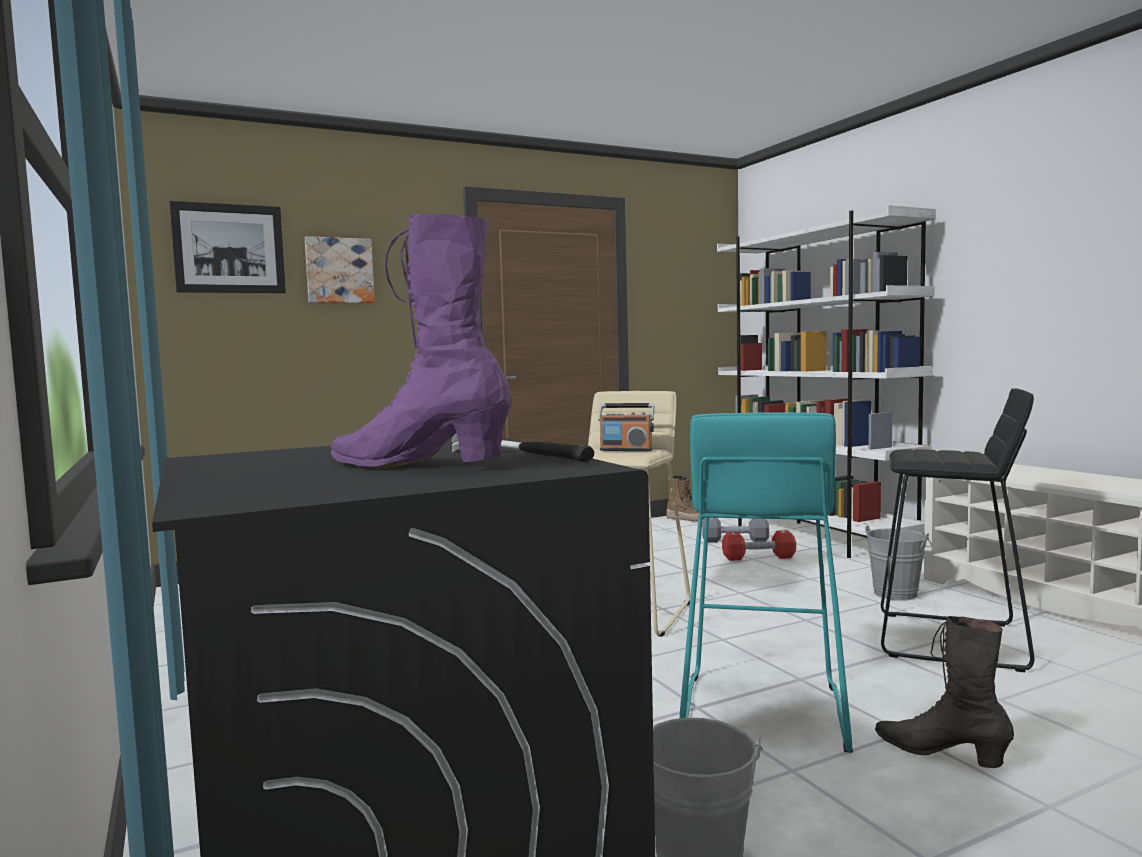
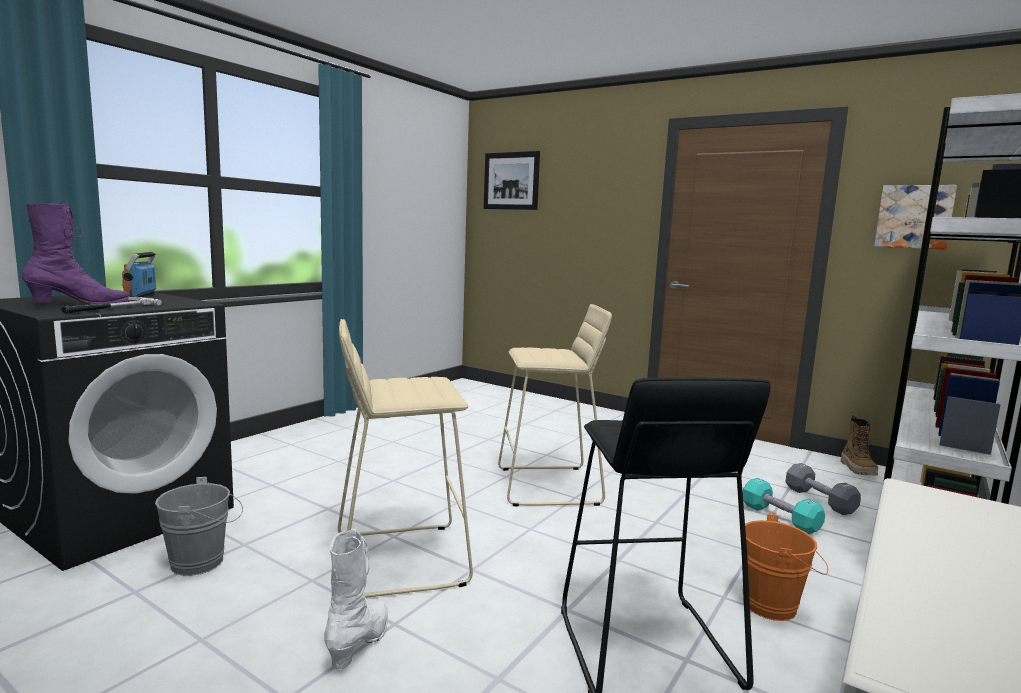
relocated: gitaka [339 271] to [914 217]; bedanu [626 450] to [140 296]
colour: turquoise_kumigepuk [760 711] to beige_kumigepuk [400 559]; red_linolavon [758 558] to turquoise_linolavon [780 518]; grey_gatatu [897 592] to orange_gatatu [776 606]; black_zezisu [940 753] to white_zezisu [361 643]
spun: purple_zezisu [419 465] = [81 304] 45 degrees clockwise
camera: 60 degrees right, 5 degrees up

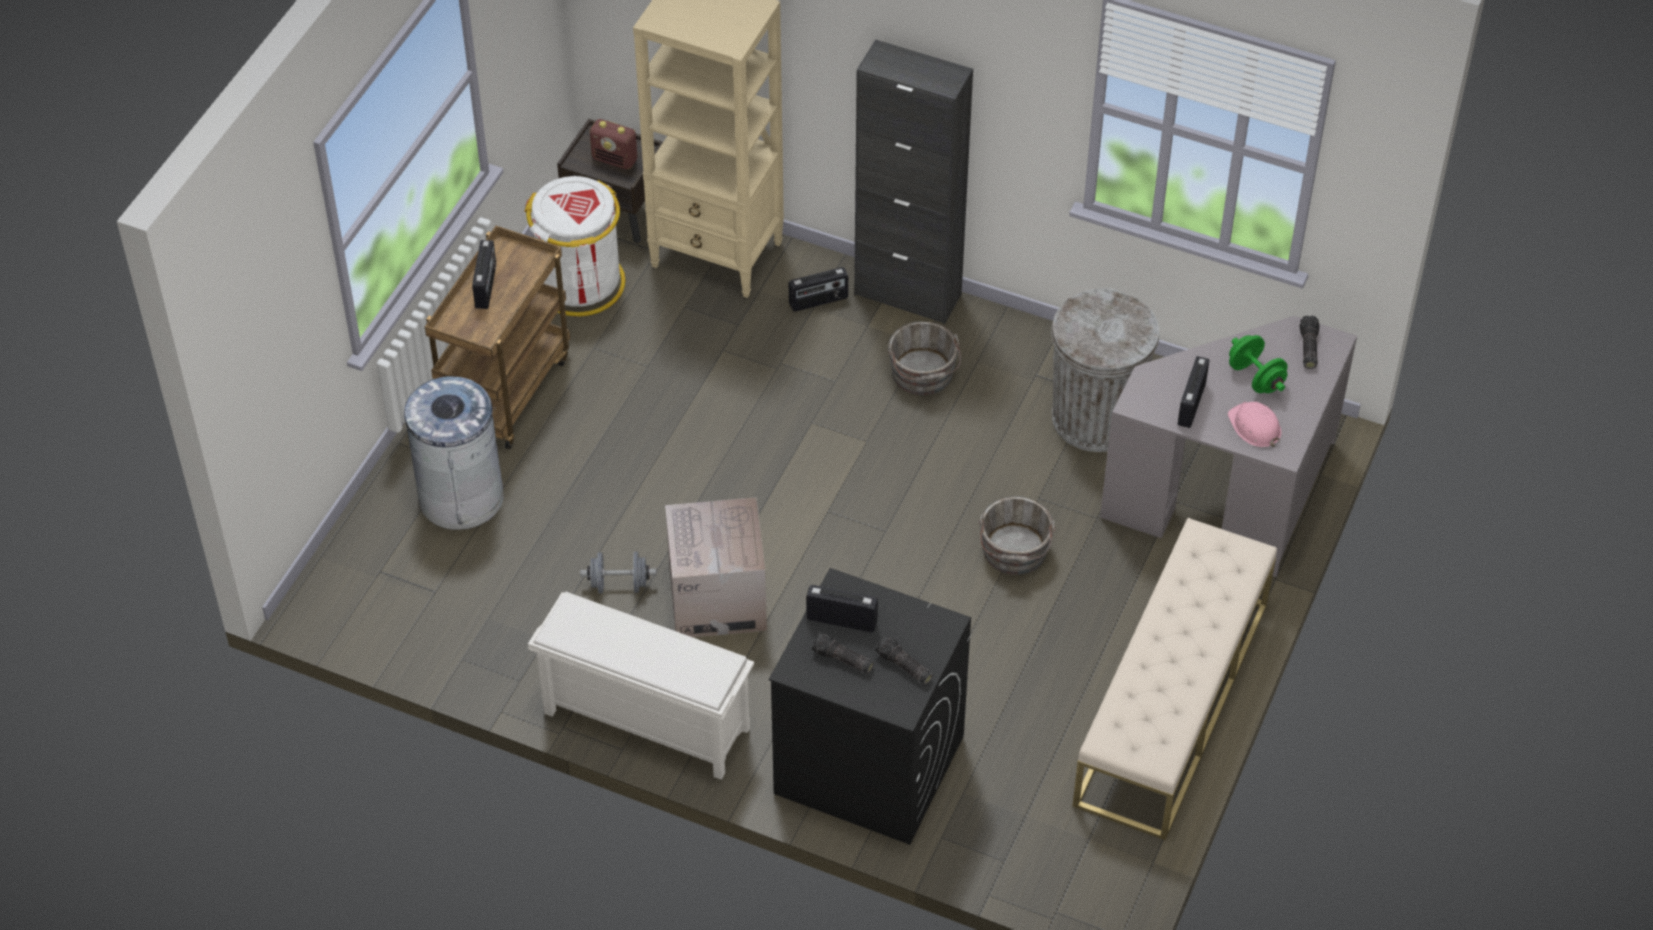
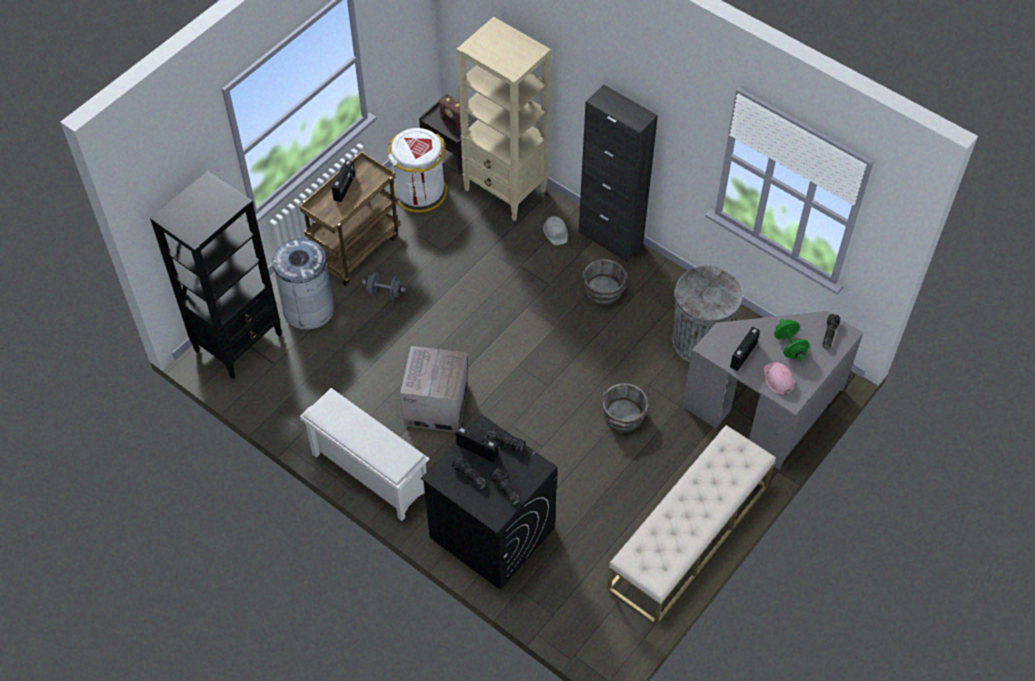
appeared: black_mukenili [239 342]; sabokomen [506 443]
relocated: grey_linolavon [619 584] to [384 293]
exchanged: bedanu [818 301] to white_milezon [556 232]
camera: 15 degrees right, 5 degrees up

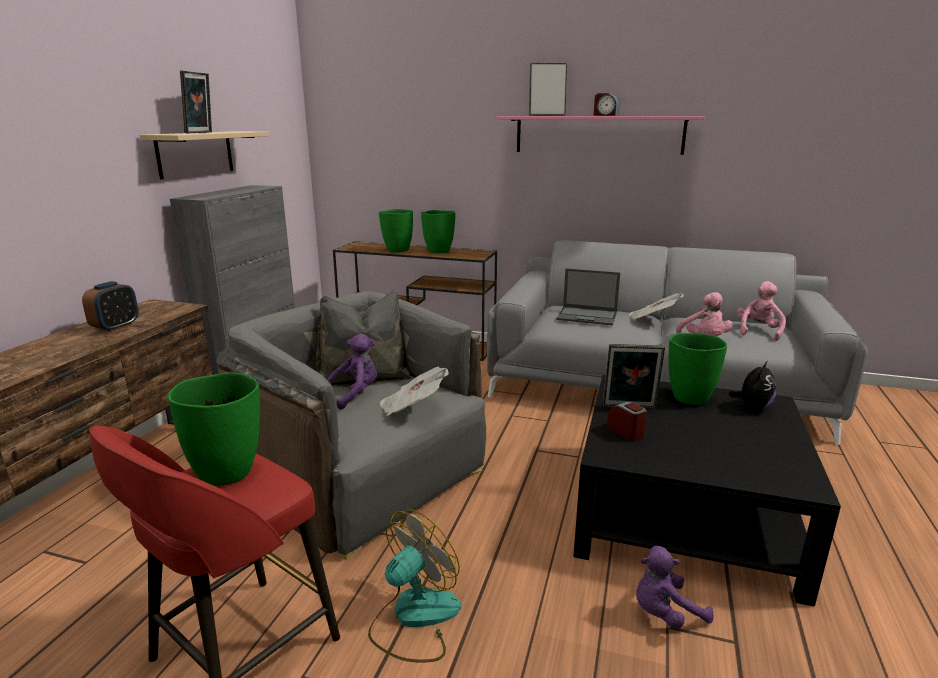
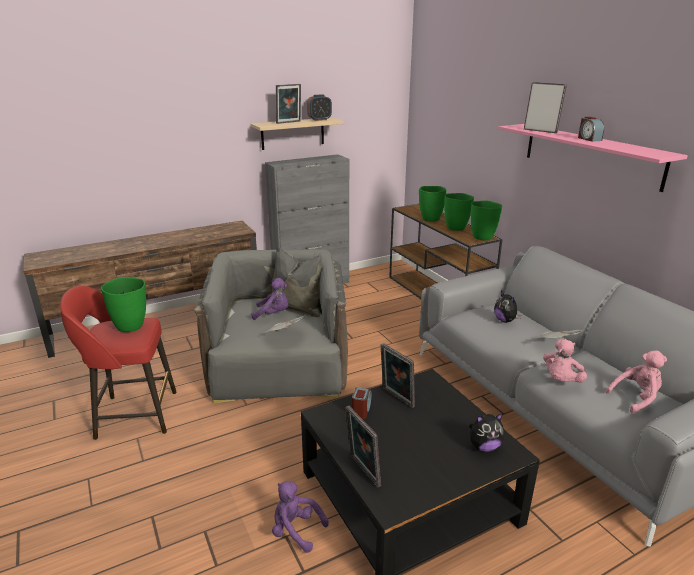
missing: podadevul [414 618]
appeared: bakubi [362 472]
relocated: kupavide [116 327] to [319 119]; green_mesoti [689 398] to [482 237]
exchanged: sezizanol [587 316] to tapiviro [505 320]
camera: 45 degrees right, 5 degrees up

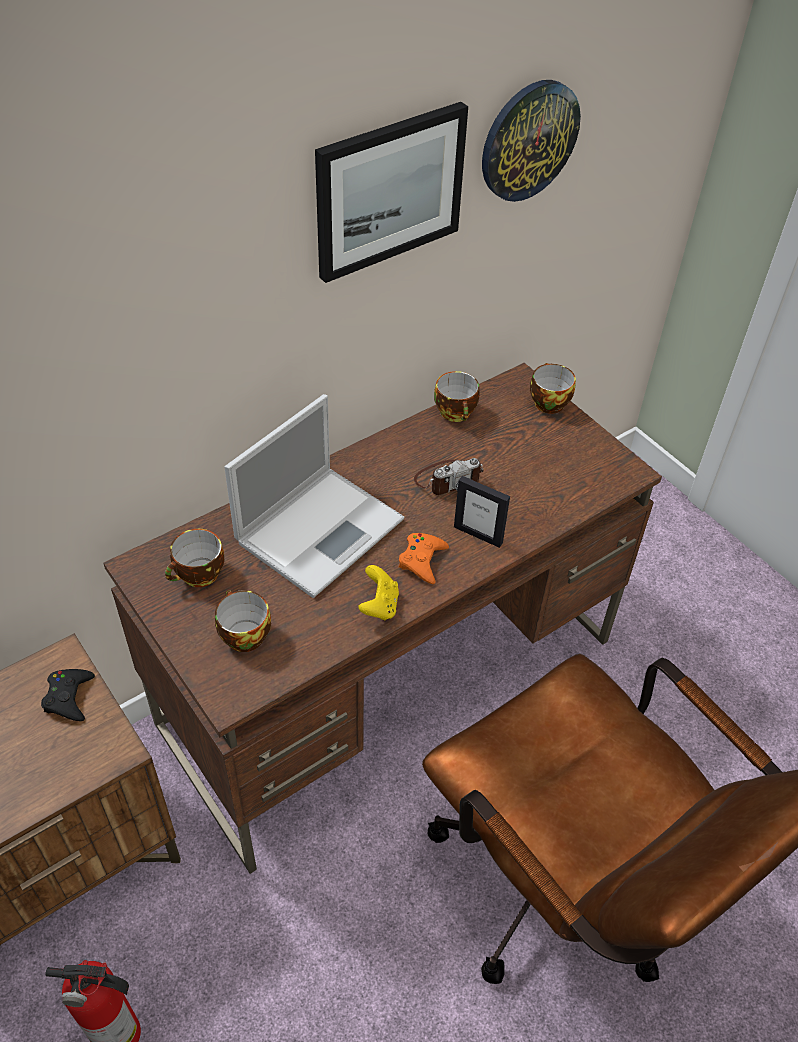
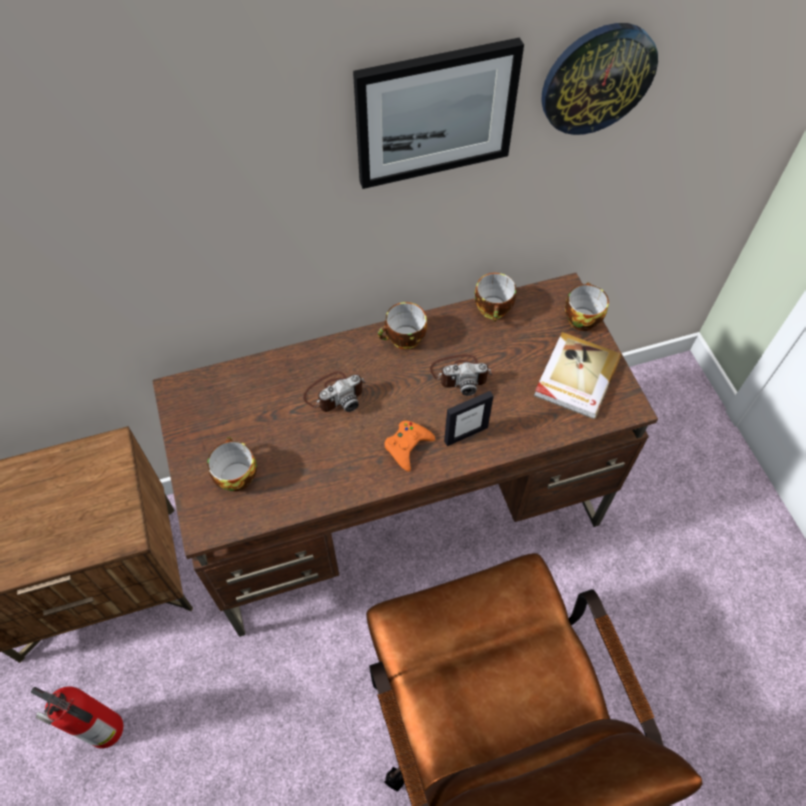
missing: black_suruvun [69 697]; yellow_suruvun [379 605]
appeared: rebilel [575 377]
relocated: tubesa [199 576] to [404 339]
exchanged: sezizanol [321 528] to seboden [335 394]
spun: bakubi [478 534] = [465 434] 75 degrees counterclockwise
camera: 20 degrees right, 10 degrees up

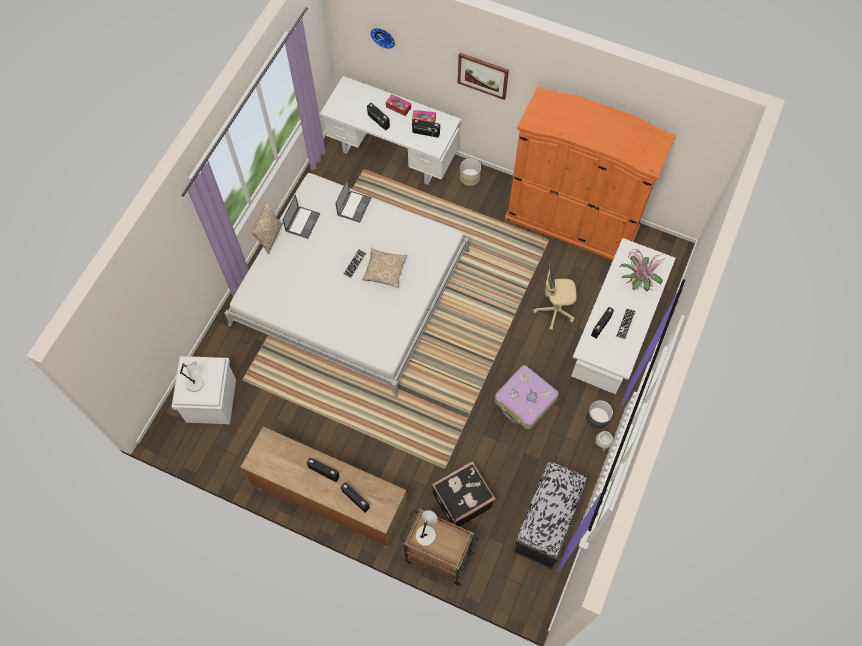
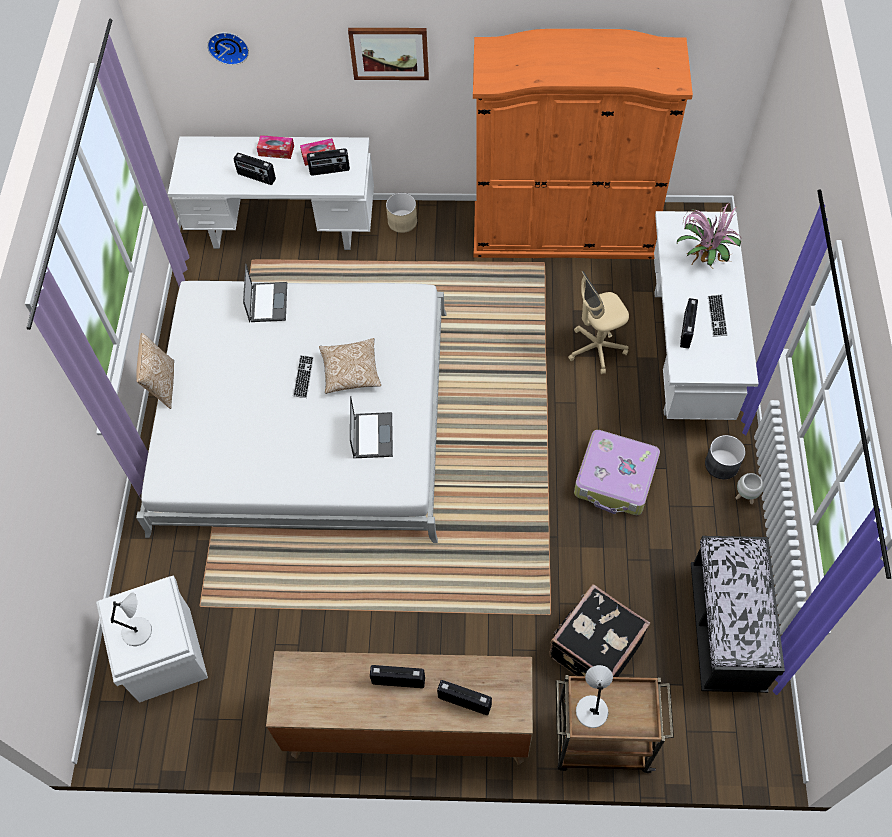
relocated: sezizanol [302 222] to [372 435]
camera: 20 degrees left, 5 degrees down

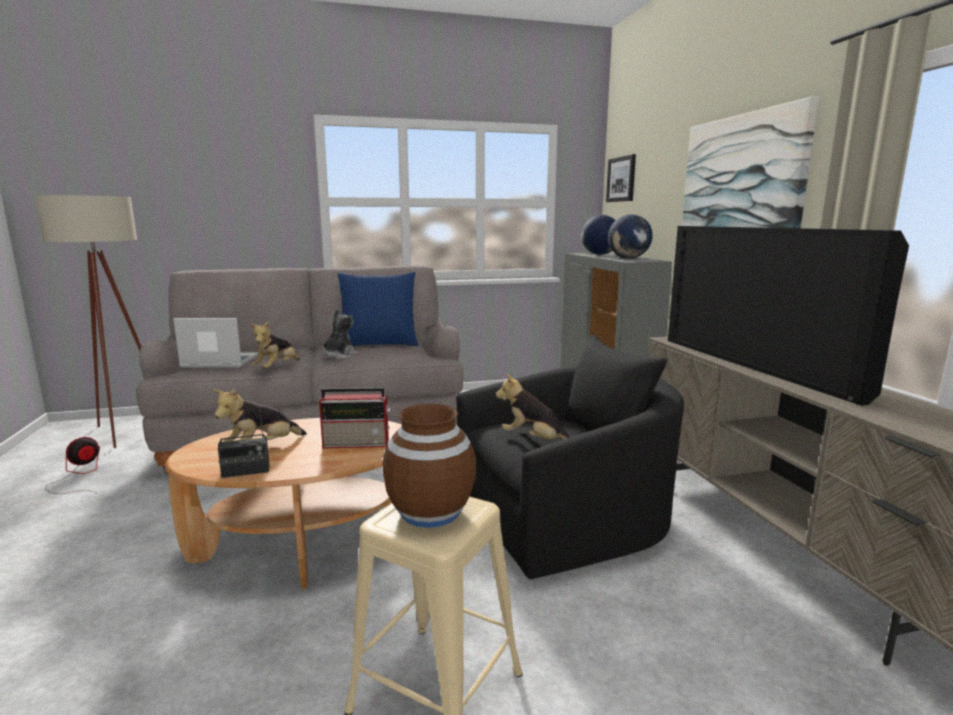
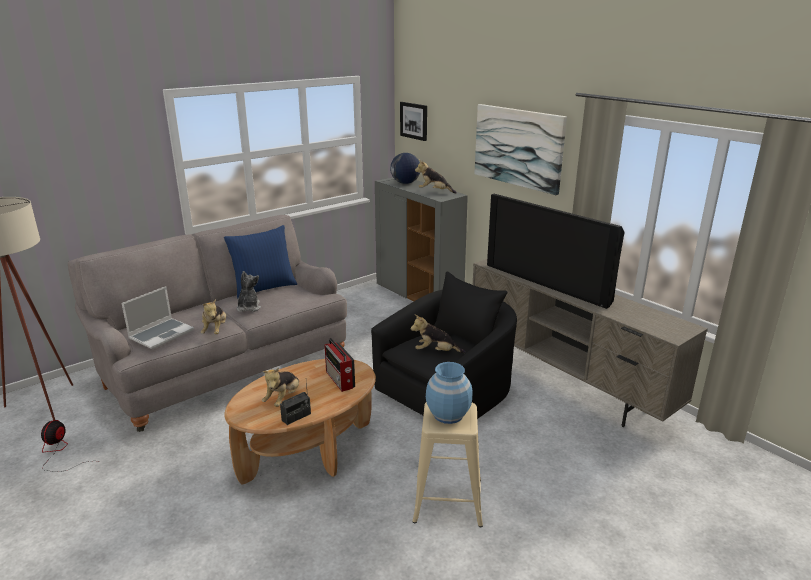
exchanged: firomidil [628 258] to tapiviro [434 191]
colour: brown_mesoti [430 511] to blue_mesoti [448 414]
spun: sezizanol [219 362] = [162 334] 150 degrees clockwise; bedanu [358 443] = [340 380] 90 degrees clockwise
camera: 25 degrees left, 10 degrees up

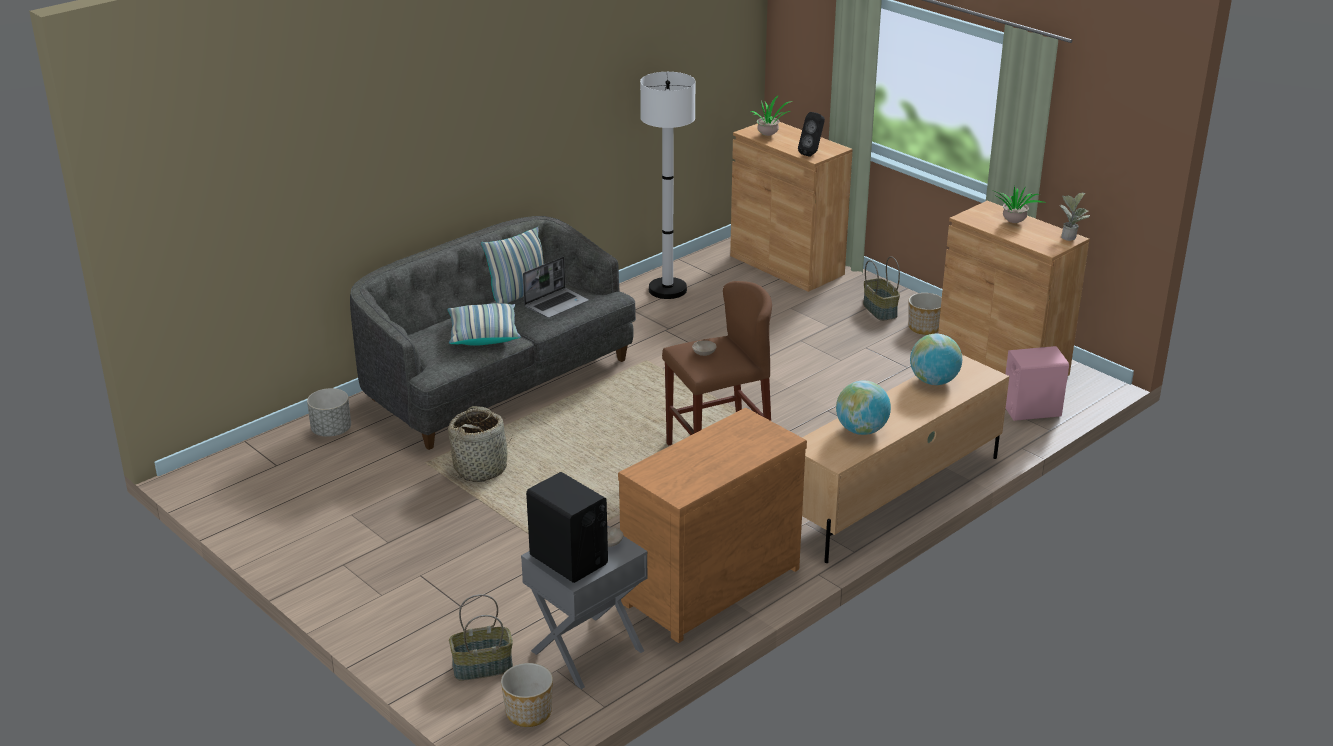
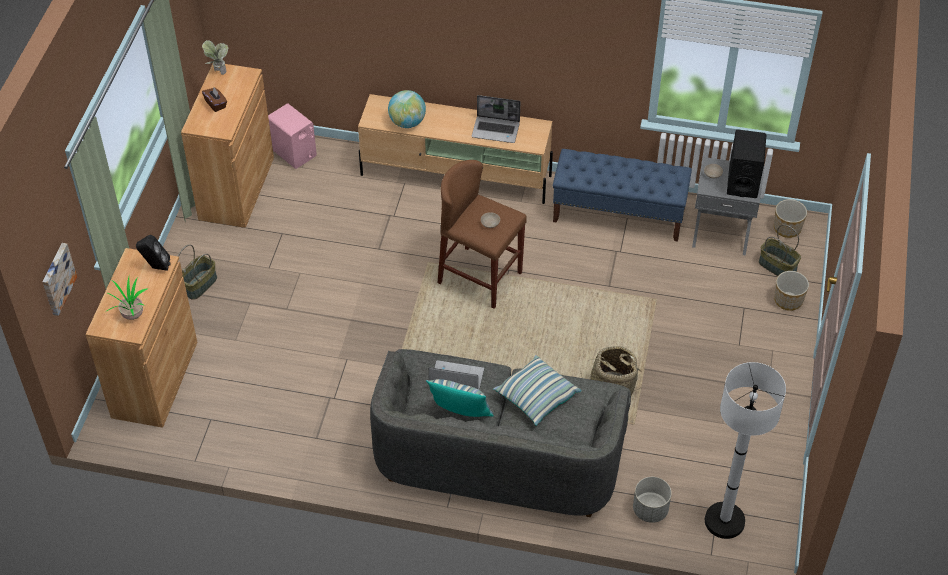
appeared: gitaka [57 278]
relocated: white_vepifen [667 290] to [724 521]; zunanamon [923 328] to [788 300]
exchanged: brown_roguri [707 584] to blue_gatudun [619 214]; firomidil [861 430] to sezizanol [496 130]; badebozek [1013 223] to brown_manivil [216 104]
camera: 125 degrees left, 20 degrees up

